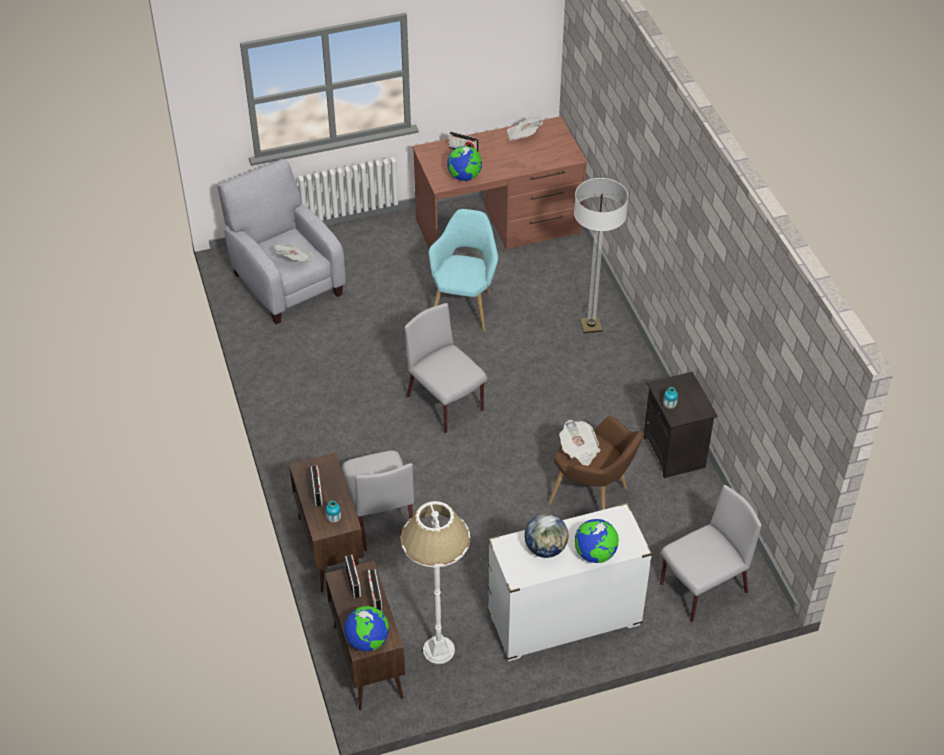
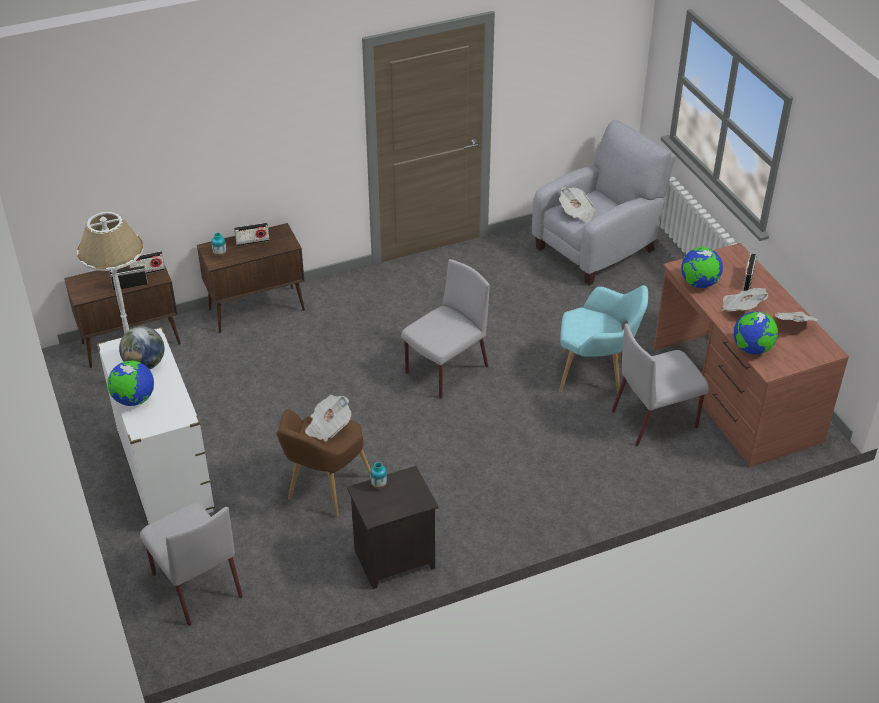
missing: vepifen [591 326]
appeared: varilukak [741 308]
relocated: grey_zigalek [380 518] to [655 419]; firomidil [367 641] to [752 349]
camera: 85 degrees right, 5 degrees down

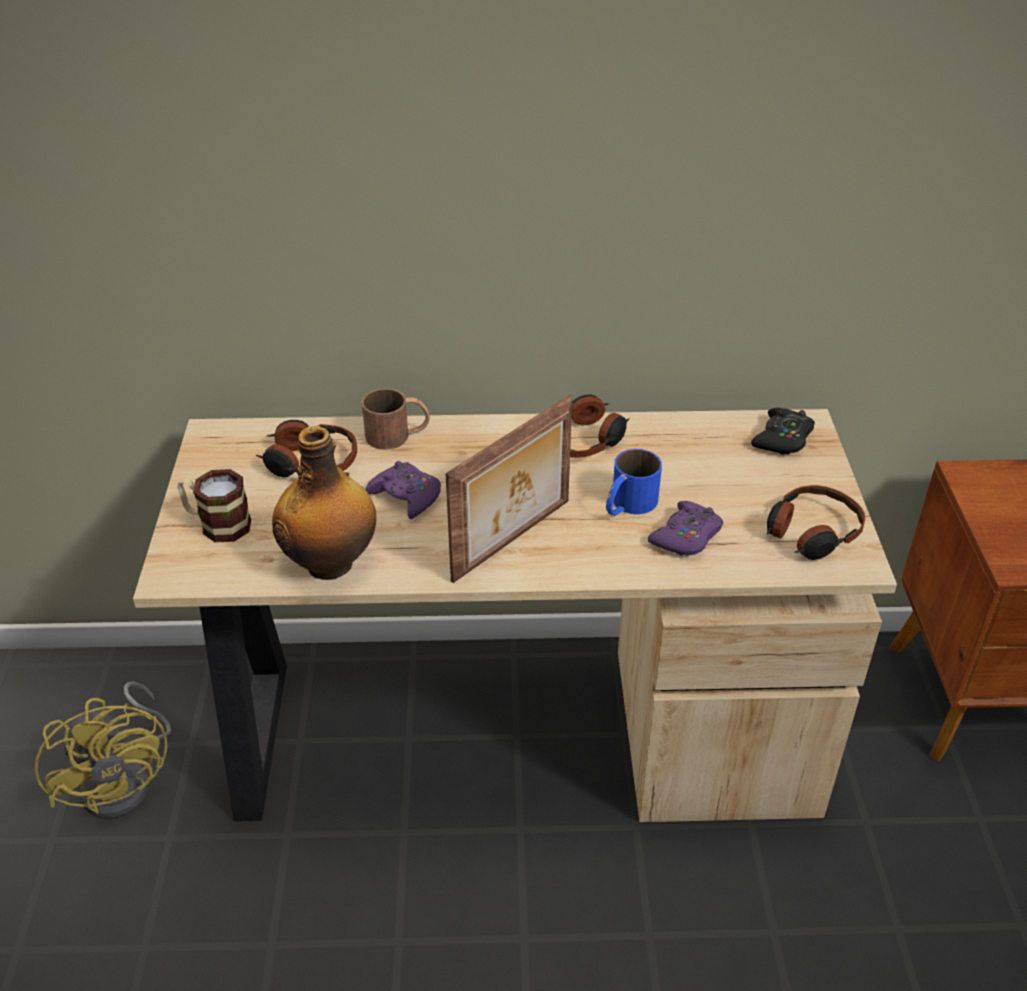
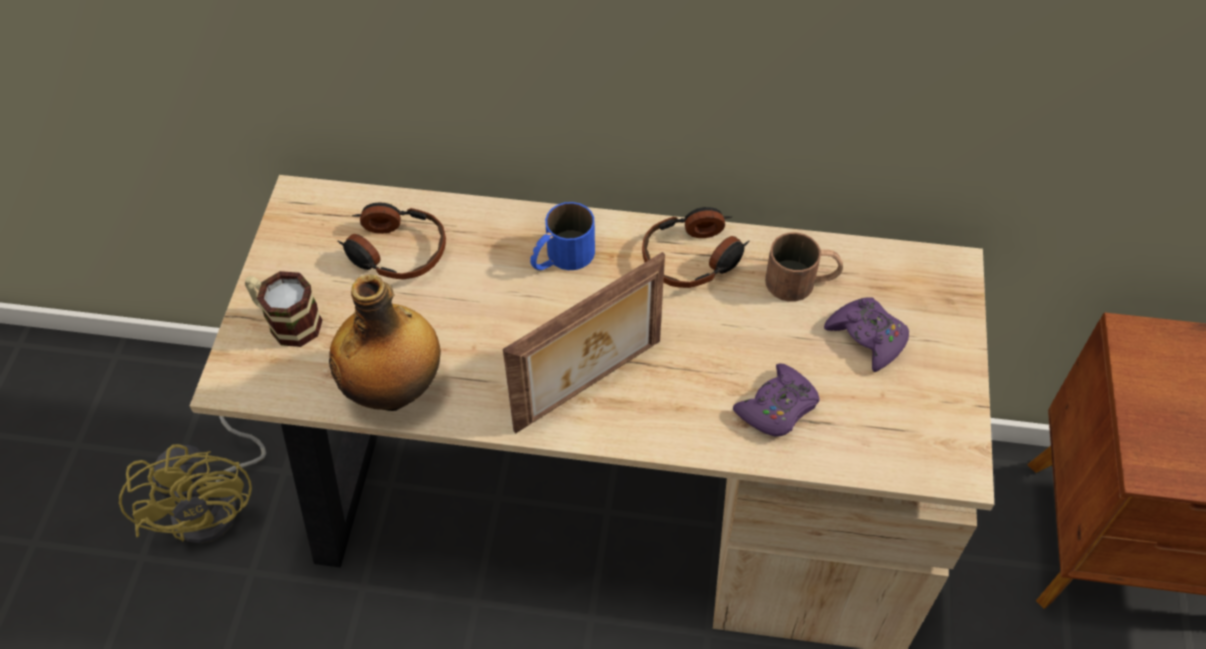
missing: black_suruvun [782 439]; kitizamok [811 533]
relocated: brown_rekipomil [398 435] to [802 281]; purple_suruvun [406 496] to [867 337]; blue_rekipomil [627 505] to [561 257]
camera: 10 degrees right, 15 degrees up

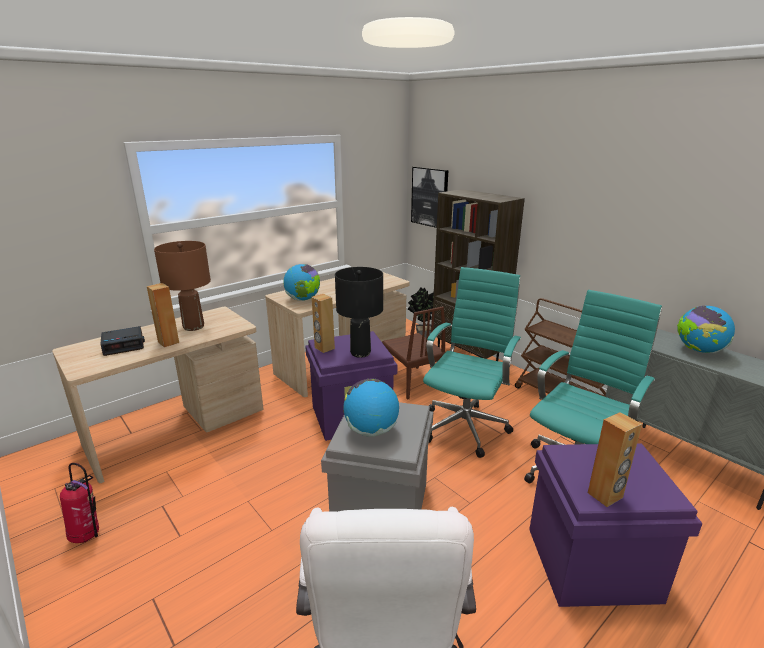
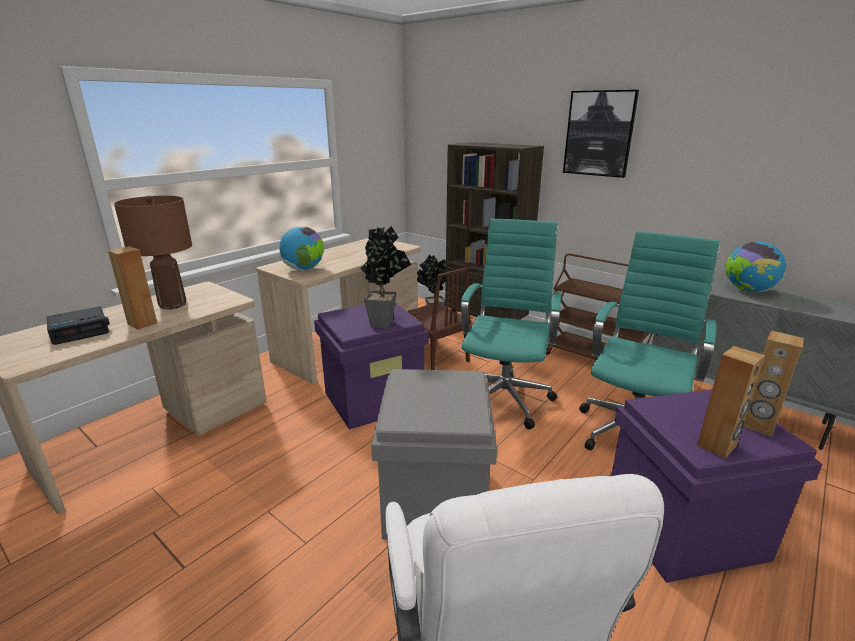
missing: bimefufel [88 535]; firomidil [371 431]
relocated: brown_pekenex [324 348] to [757 425]; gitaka [430 197] to [599 133]
exchanged: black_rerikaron [360 353] to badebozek [384 322]
camera: 10 degrees left, 0 degrees up

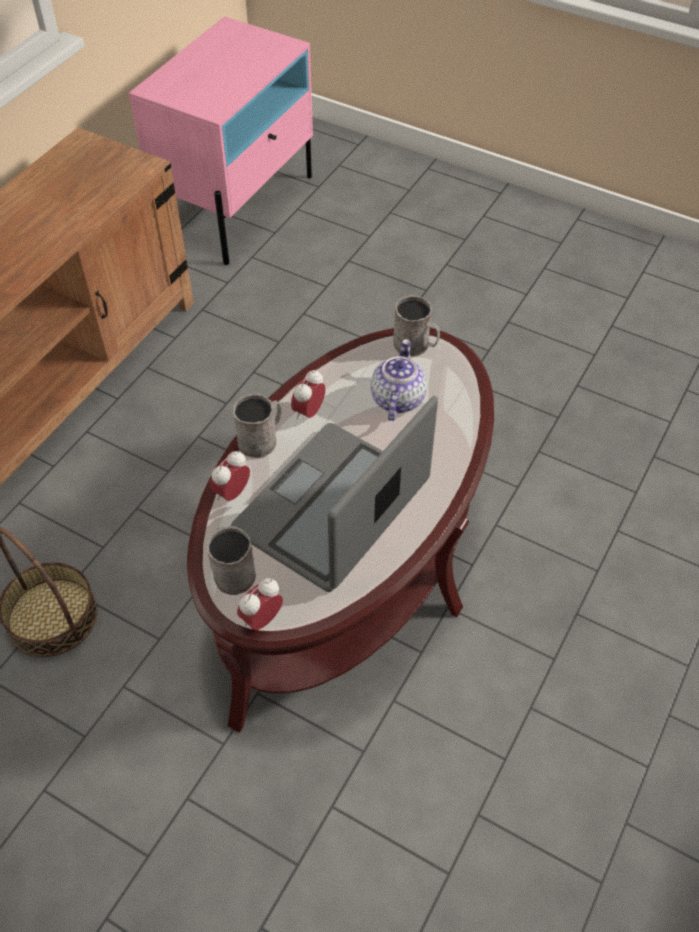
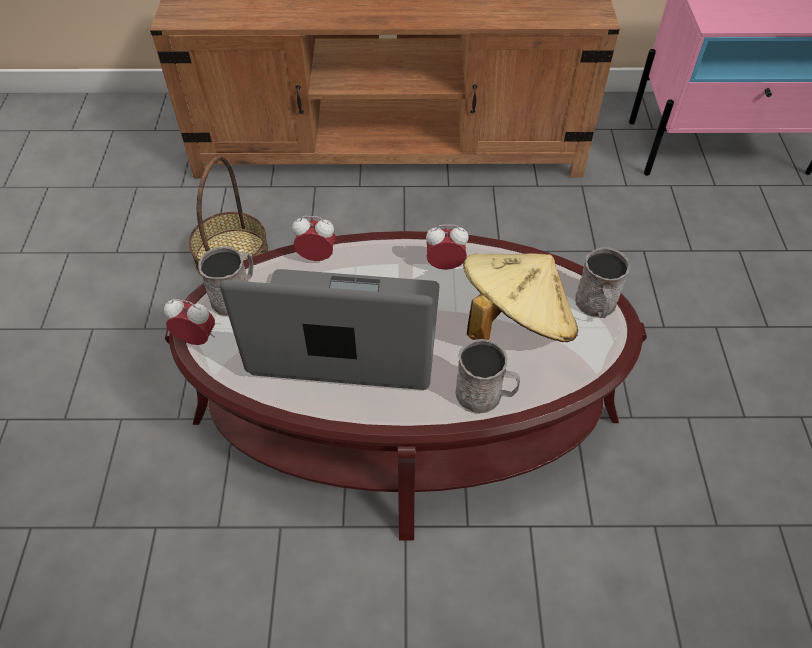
relocated: grey_rekipomil [261 439] to [485 395]
exchanged: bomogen [397 399] to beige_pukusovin [514 322]
camera: 60 degrees right, 0 degrees up

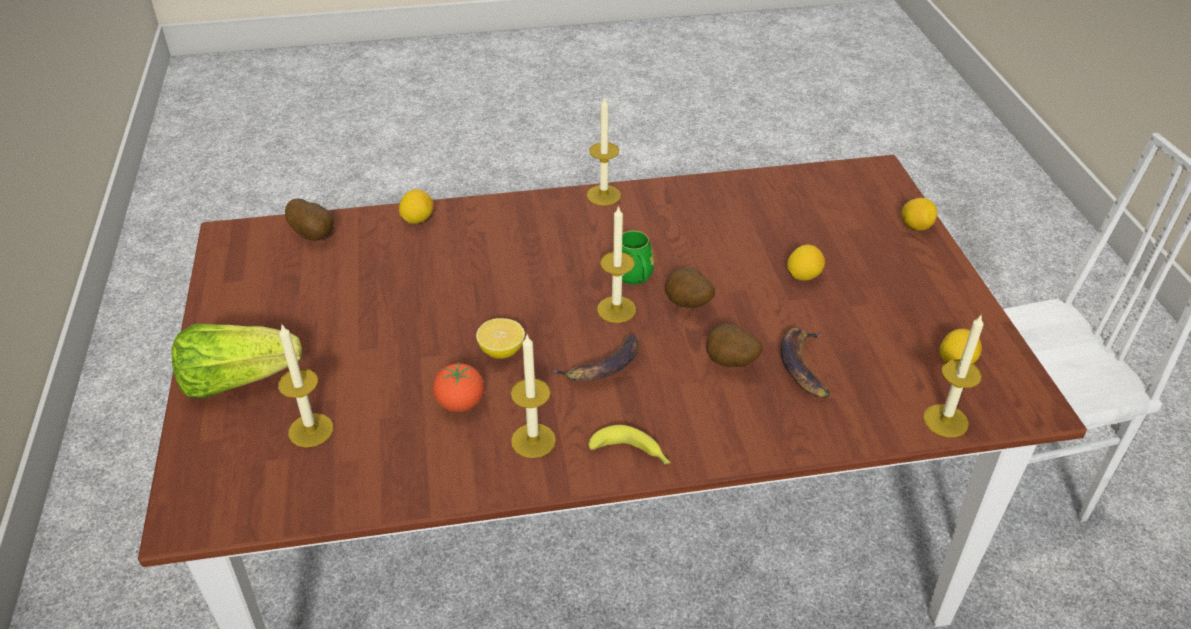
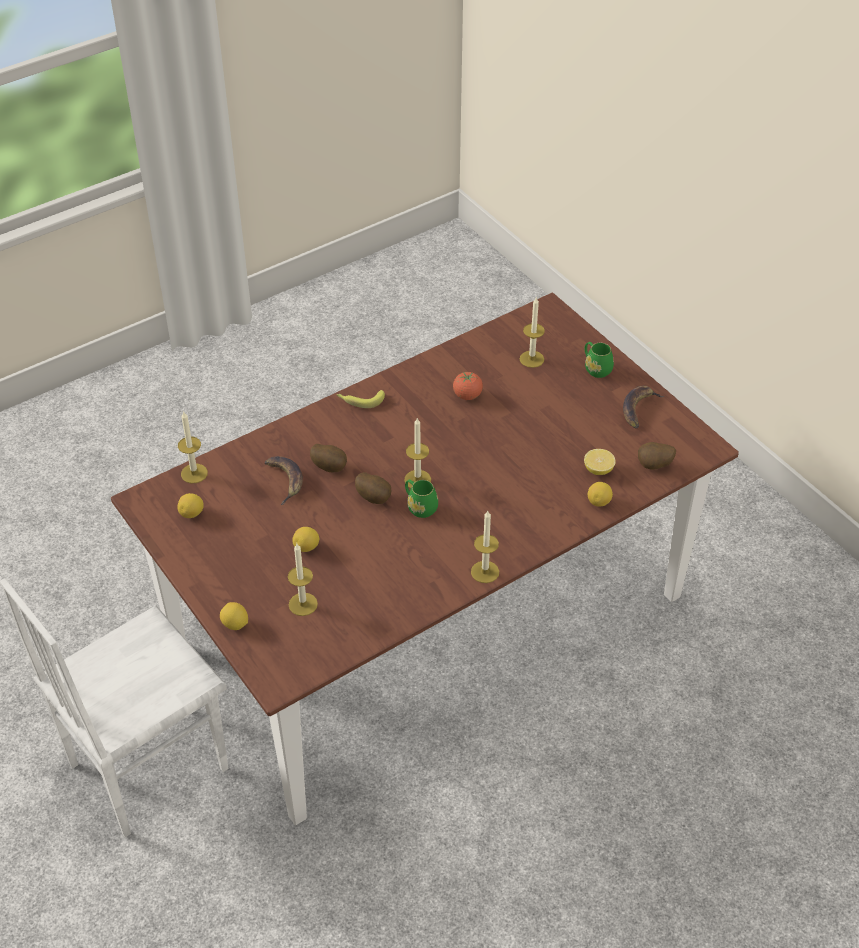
relocated: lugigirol [501 350] to [598 470]; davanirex [533 440] to [303 604]; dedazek [603 366] to [638 409]
exchanged: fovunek [237 380] to green_rekipomil [596 368]
camera: 155 degrees right, 5 degrees up

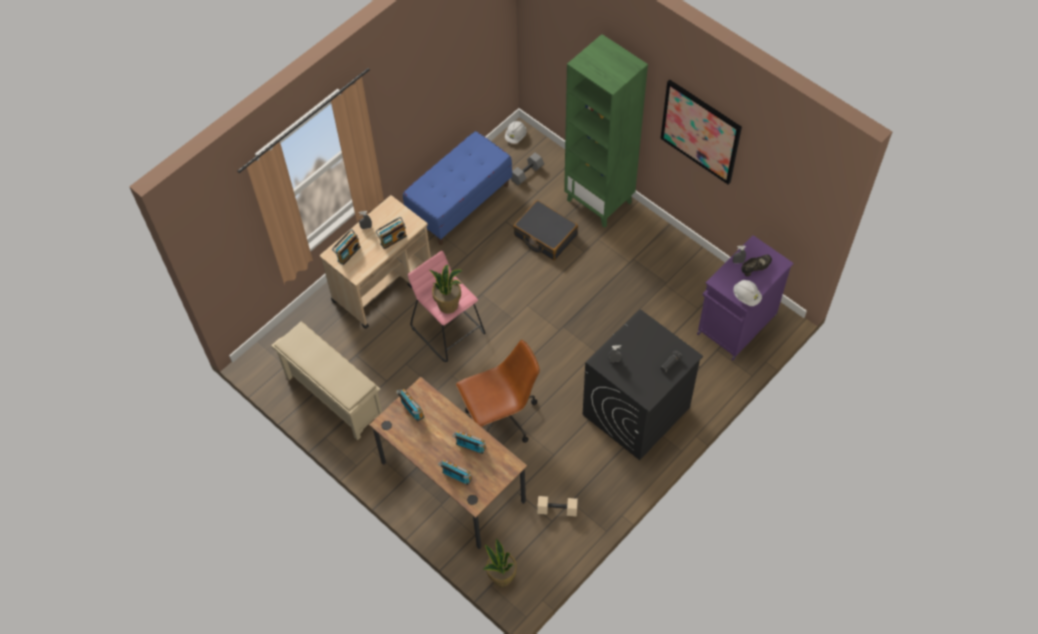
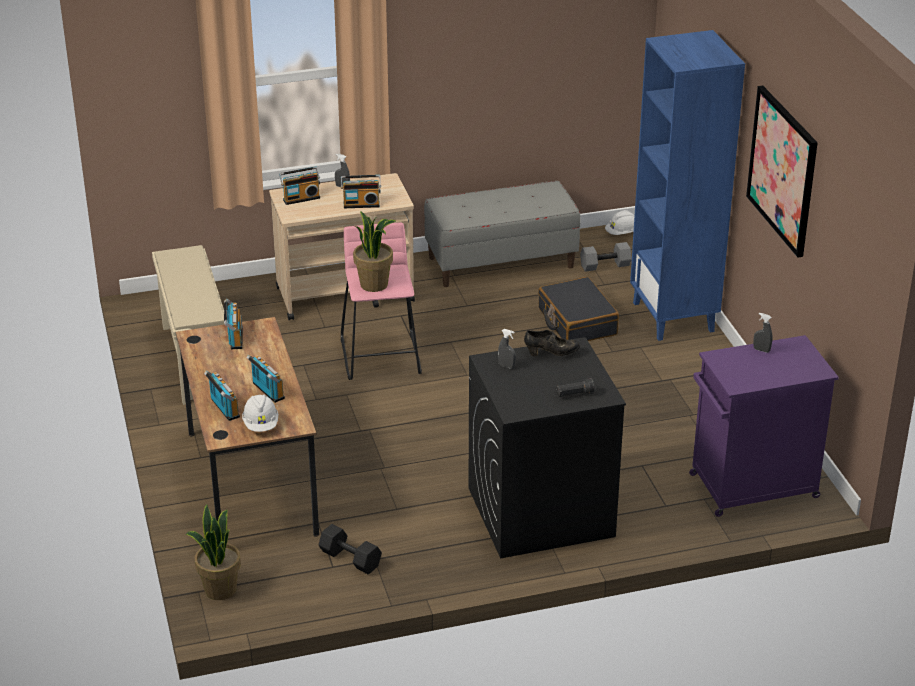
missing: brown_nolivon [501 417]
relocated: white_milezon [746 297] to [261 424]; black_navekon [755 268] to [551 353]
colour: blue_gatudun [459 203] to grey_gatudun [501 262]; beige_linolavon [557 510] to black_linolavon [349 559]; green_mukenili [600 201] to blue_mukenili [674 317]
camera: 30 degrees right, 25 degrees down

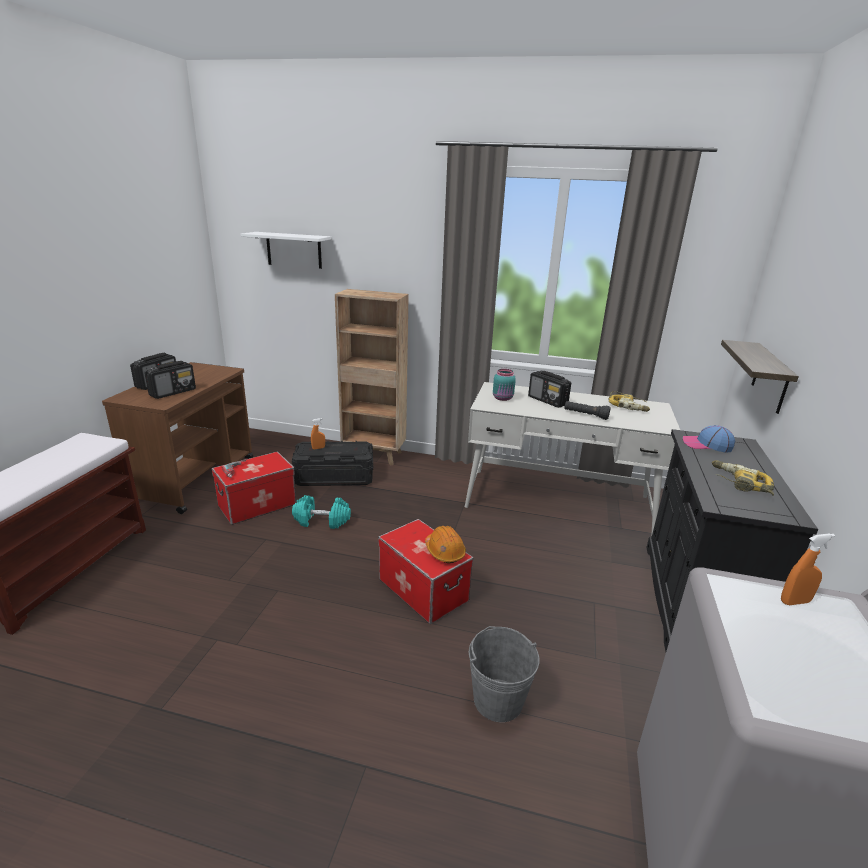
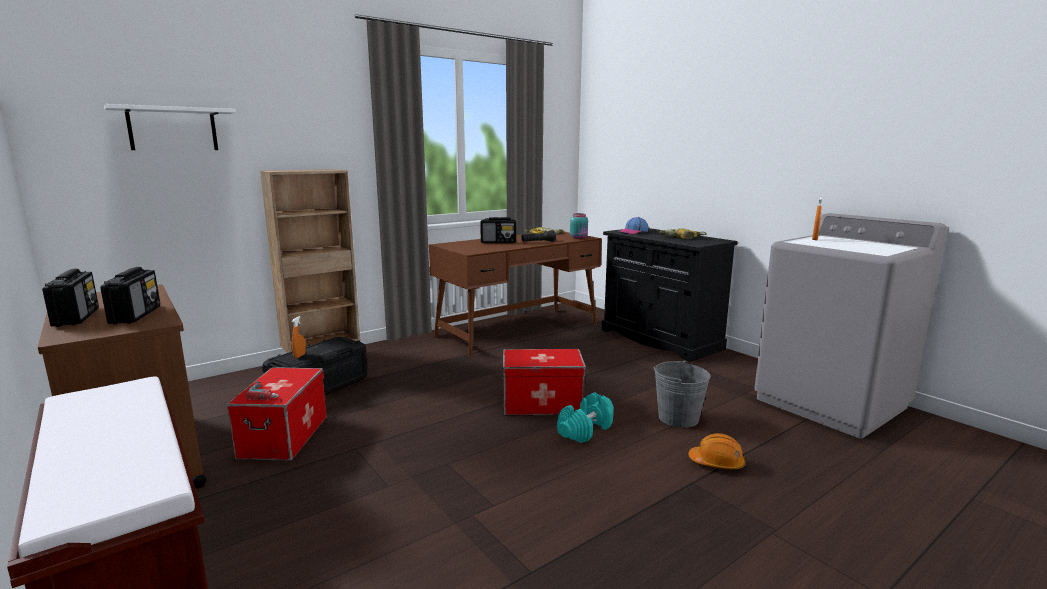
missing: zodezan [771 378]
relocated: turquoise_linolavon [321 521] to [585 430]; orange_milezon [444 551] to [717 463]; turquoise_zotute [503 398] to [579 238]
colour: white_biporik [558 502] to brown_biporik [518 330]
camera: 50 degrees left, 10 degrees down

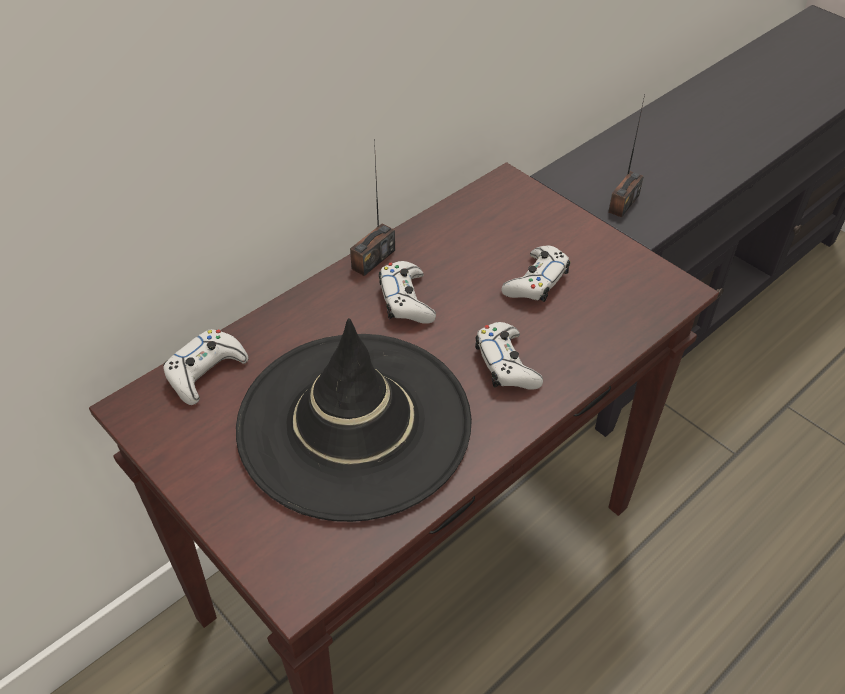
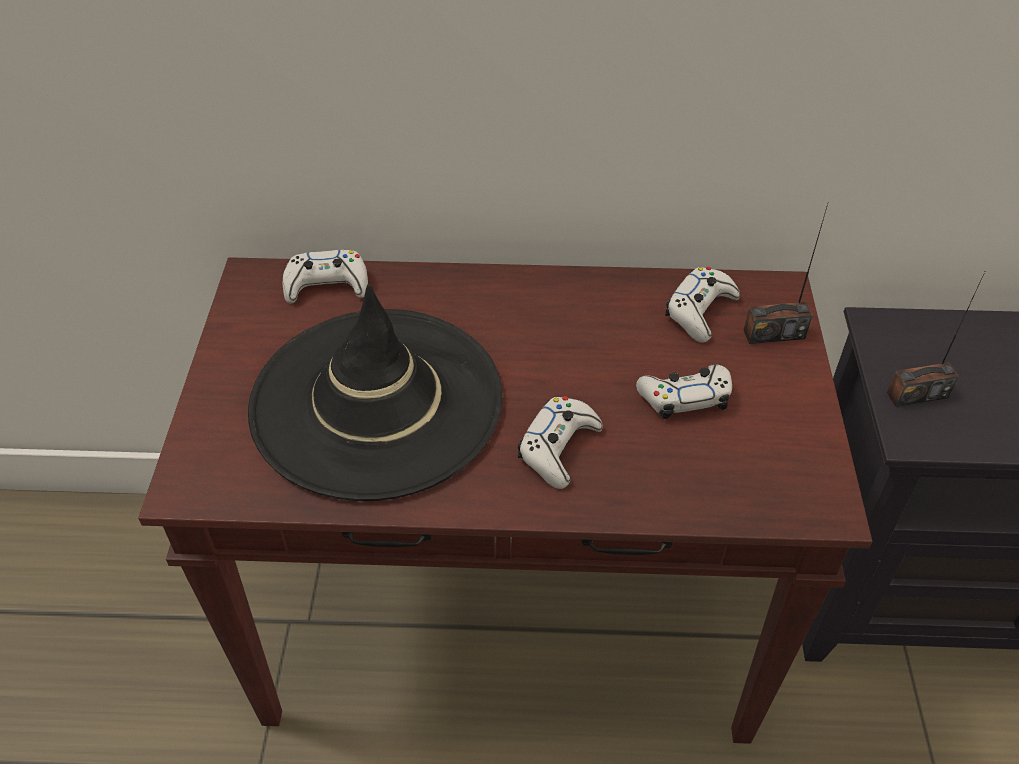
relocated: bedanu [373 259] to [774 334]; white_suruvun [406 300] to [700 311]
camera: 45 degrees right, 0 degrees up

